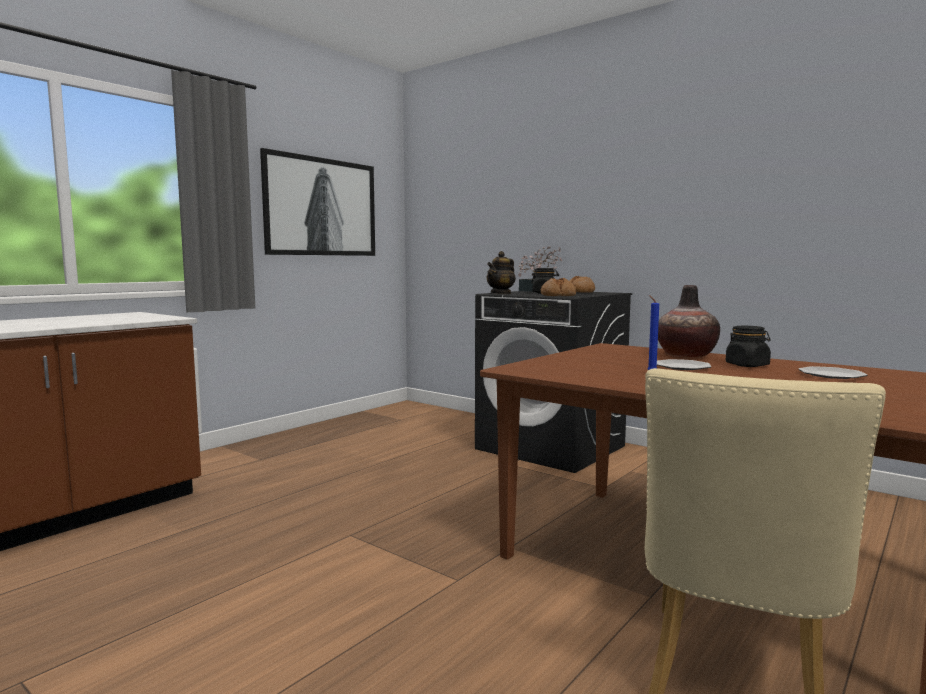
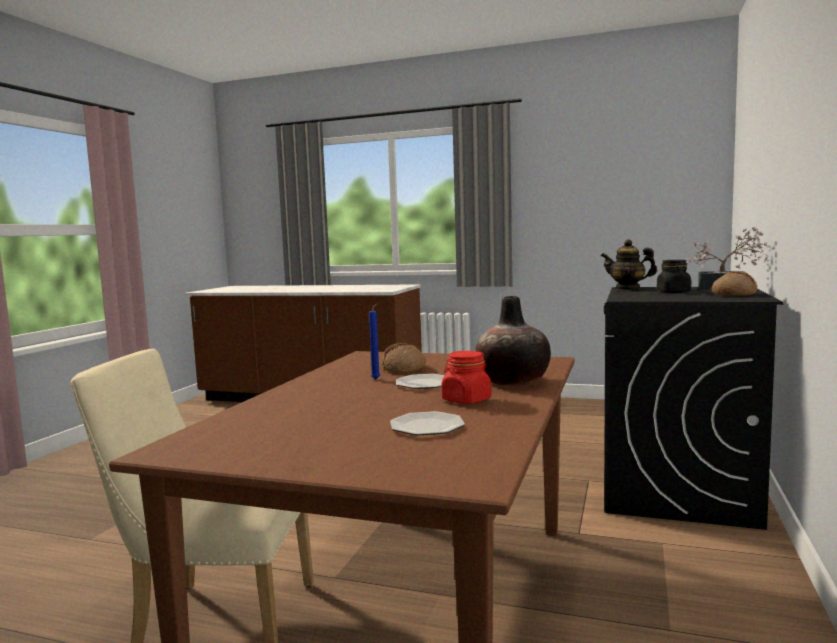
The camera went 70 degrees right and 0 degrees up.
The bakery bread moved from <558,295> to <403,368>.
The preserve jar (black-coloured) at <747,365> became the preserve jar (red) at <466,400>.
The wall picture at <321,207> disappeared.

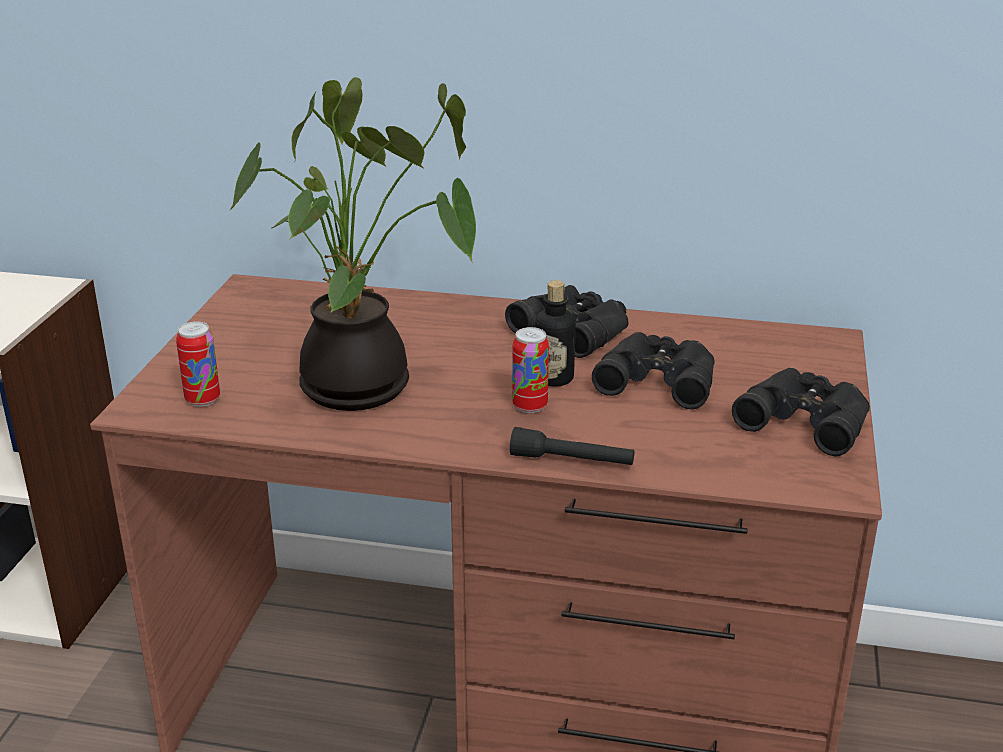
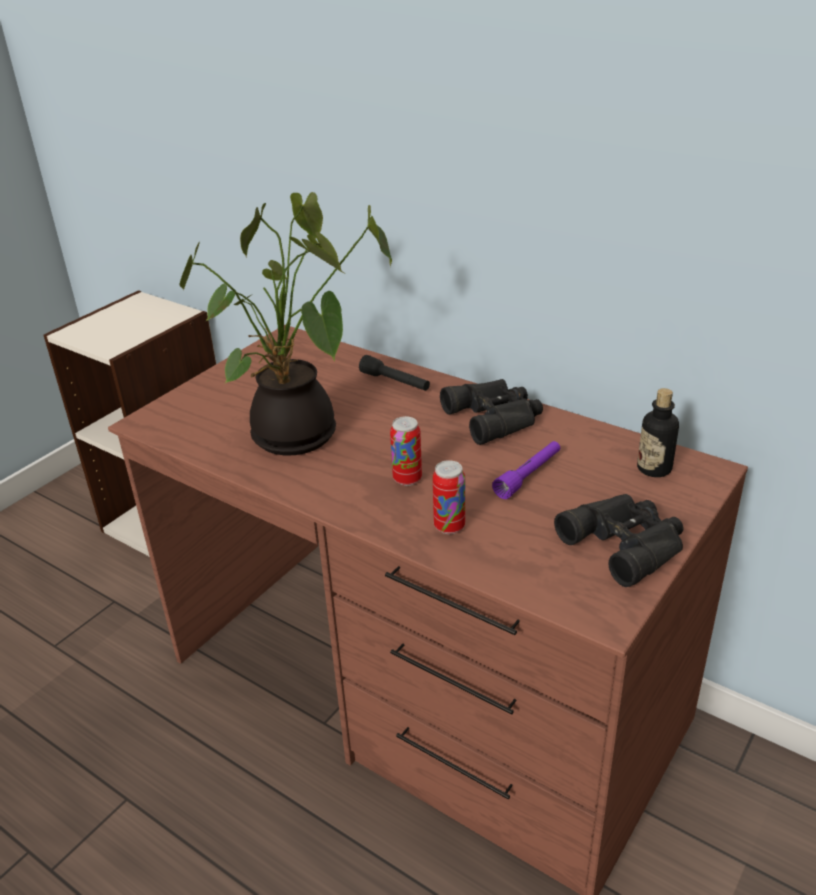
The camera went 25 degrees right and 5 degrees up.
The flashlight (black-coloured) moved from <572,461> to <395,382>.
The sealed can moved from <202,400> to <449,526>.
The pair of binoculars (black-coloured) at <658,378> was replaced by the flashlight (purple-coloured) at <528,476>.
The drink bottle moved from <553,378> to <654,468>.

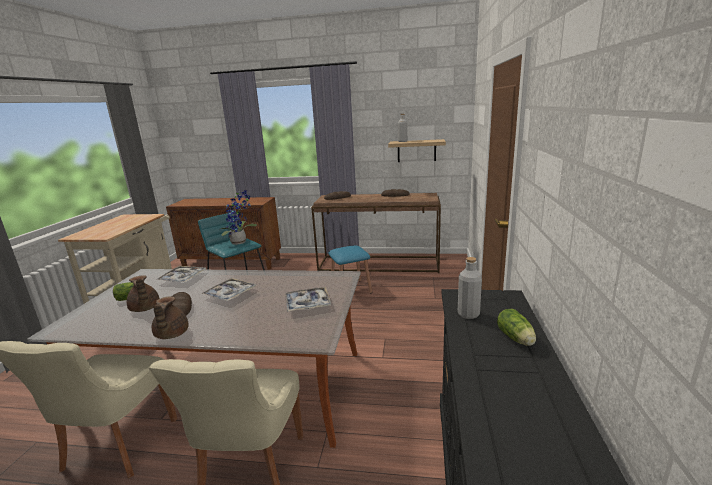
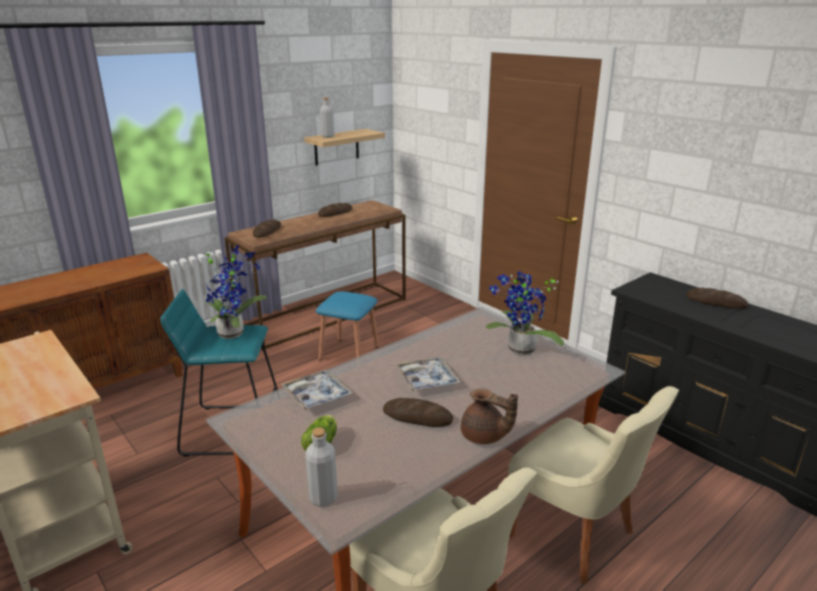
The camera went 50 degrees left and 5 degrees up.
The drink bottle (greyish) moved from <468,314> to <323,497>.
The serving tray at <307,304> was replaced by the potted plant at <519,351>.
The lettuce head at <516,339> was replaced by the bakery bread at <715,302>.
The tea pot (brown-coloured) at <144,308> disappeared.

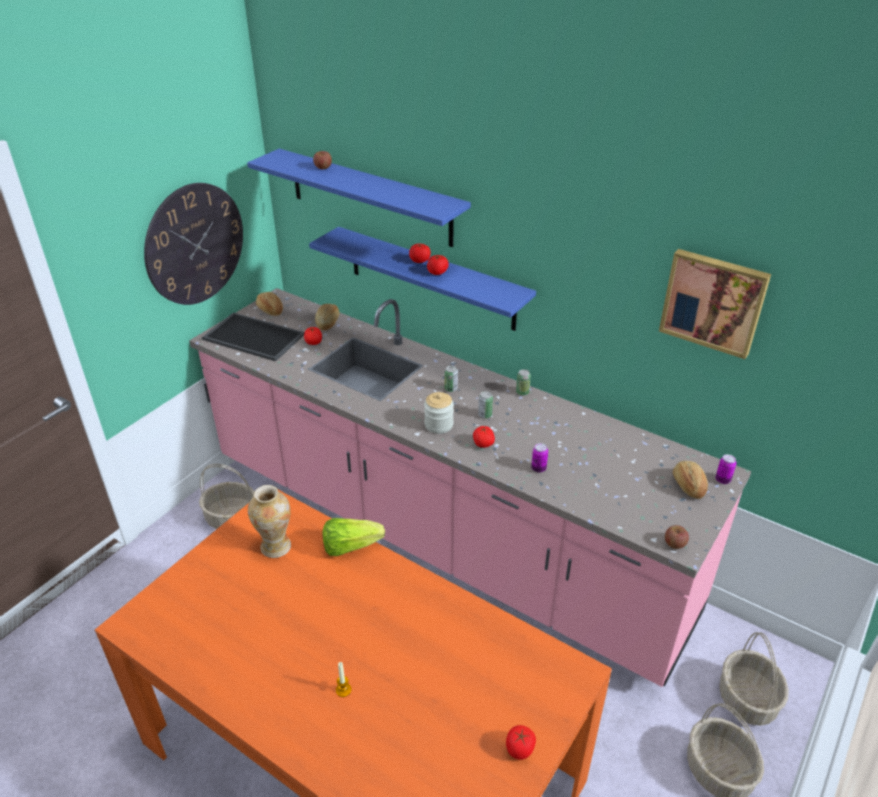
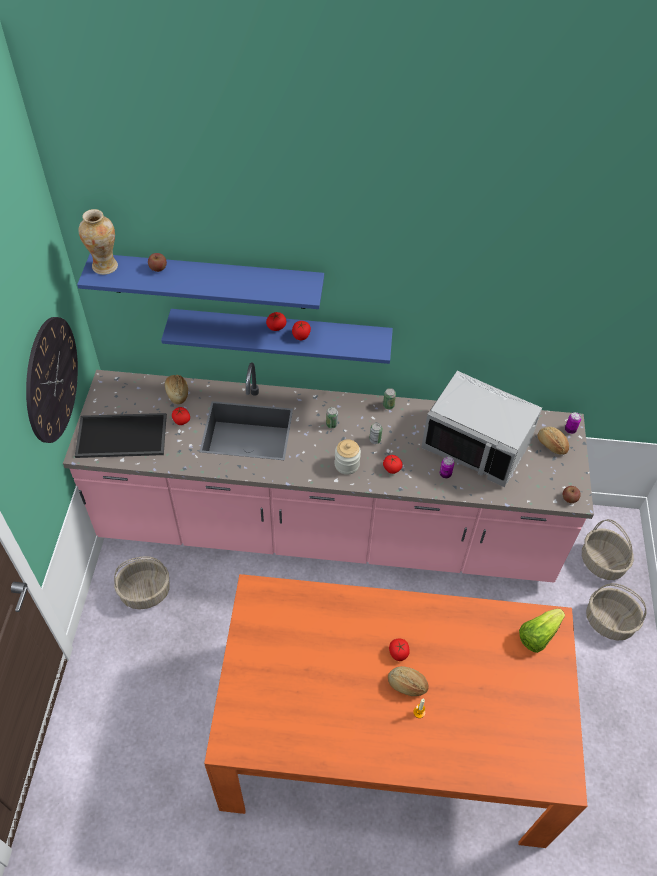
The camera went 30 degrees left and 15 degrees up.
The flower vase moved from <276,547> to <105,266>.
The bakery bread moved from <270,310> to <407,685>.
The whole tomato moved from <519,749> to <398,653>.
The microwave oven (greyish) at <476,445> appeared.
The lettuce head moved from <350,546> to <538,635>.
The wall picture at <713,301> disappeared.

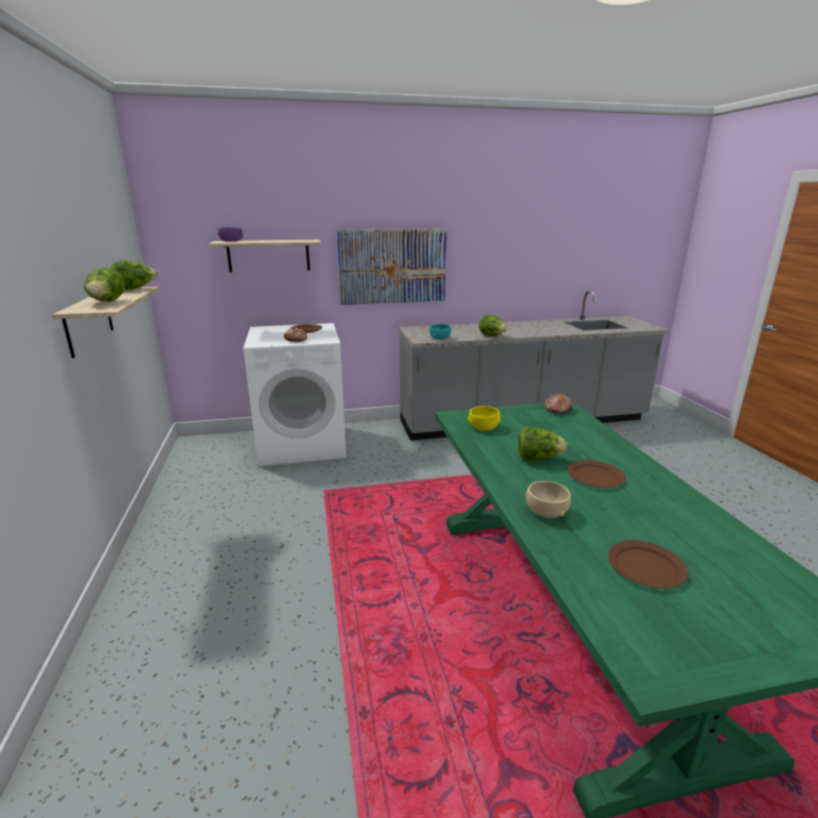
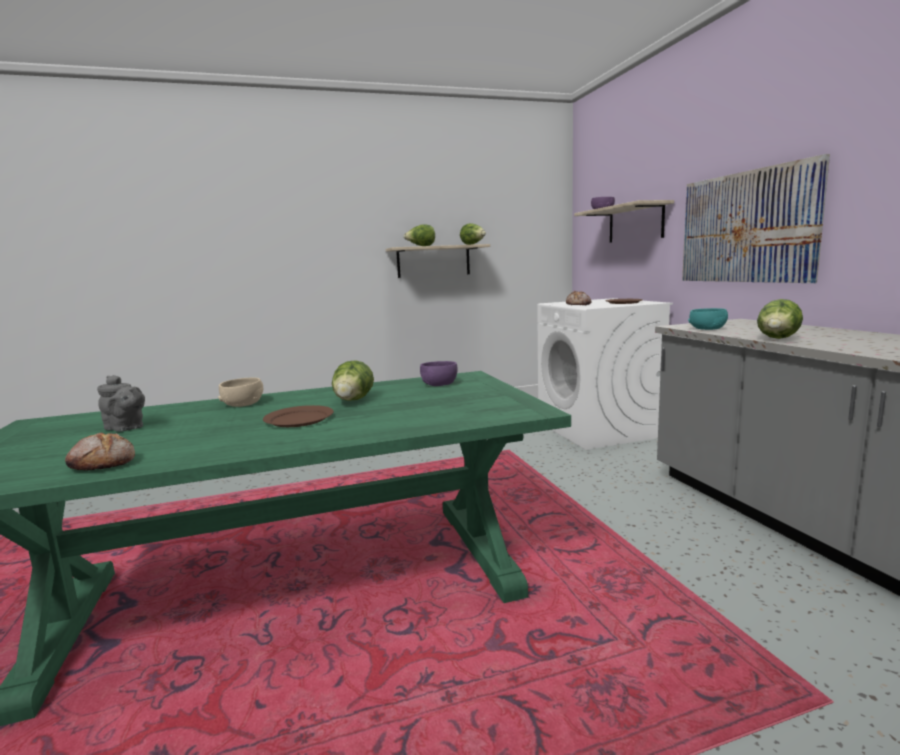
The camera went 85 degrees right and 10 degrees down.
The bakery bread moved from <557,409> to <103,463>.
The flat dish (brown-coloured) at <646,567> was replaced by the tea pot (greyish) at <126,428>.
The serving bowl (yellowish) at <484,427> became the serving bowl (purple-coloured) at <439,384>.

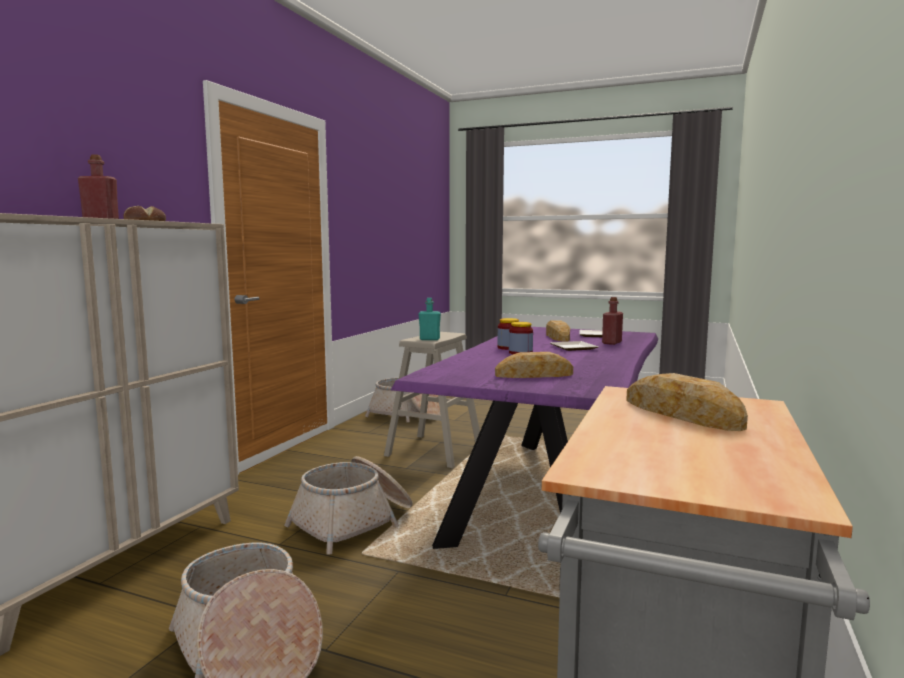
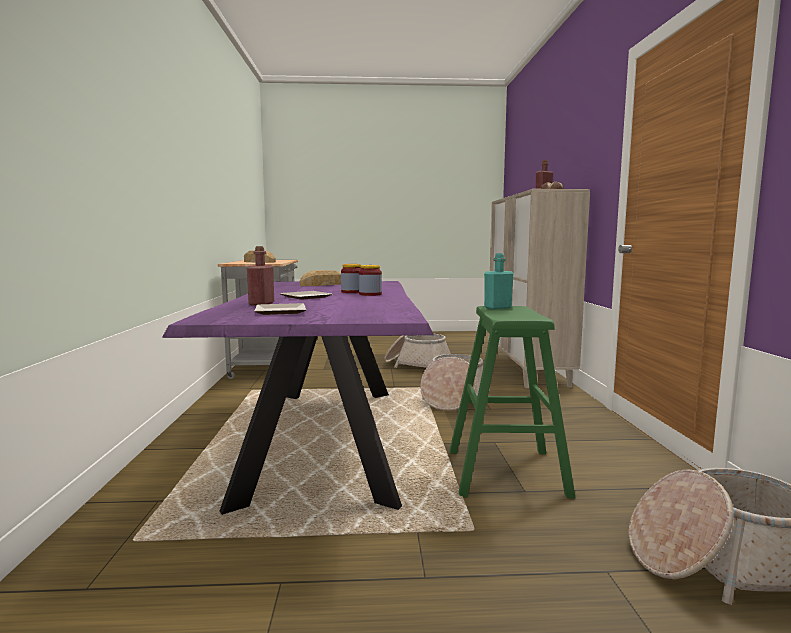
The camera went 155 degrees right and 0 degrees up.
The sitting stool (sand-coloured) at <434,450> became the sitting stool (green) at <506,472>.
The bakery bread at <558,337> disappeared.

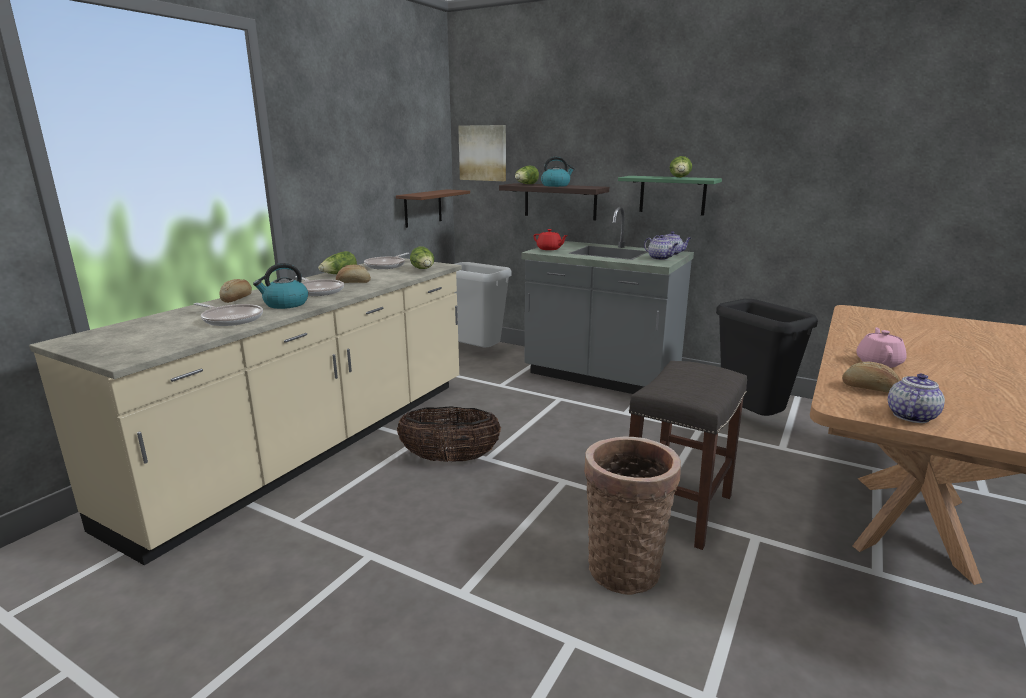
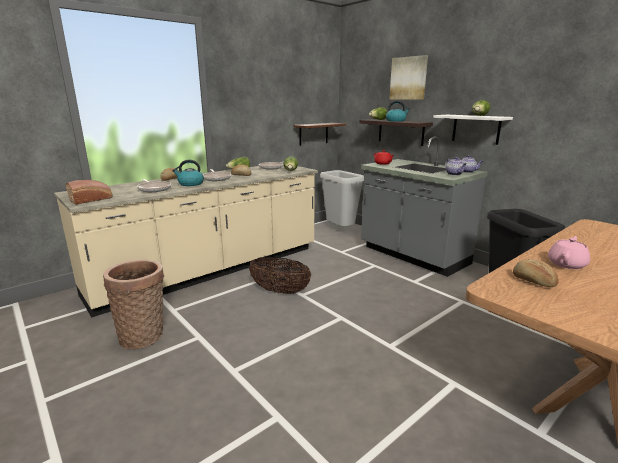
The camera went 20 degrees right and 0 degrees up.
The bakery bread at <92,199> appeared.
The basket moved from <624,566> to <144,335>.
The wall picture moved from <483,153> to <408,78>.
The wall shelf (green) at <672,195> became the wall shelf (white) at <476,129>.
The sitting stool (greyish) at <678,508> disappeared.
The tea pot at <910,416> disappeared.

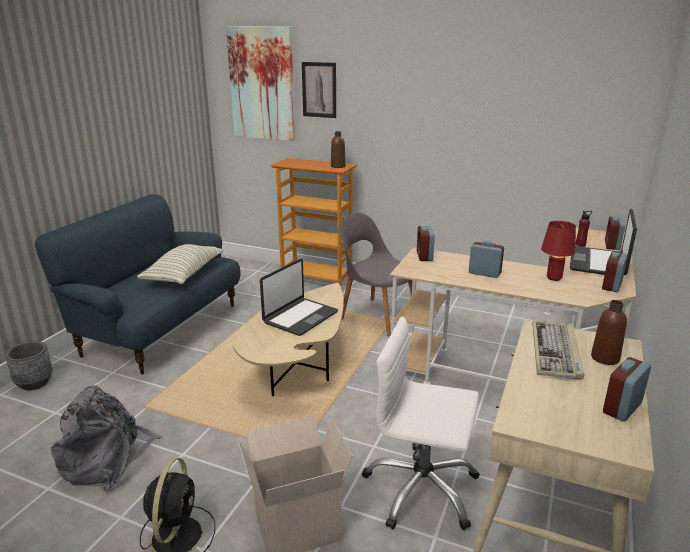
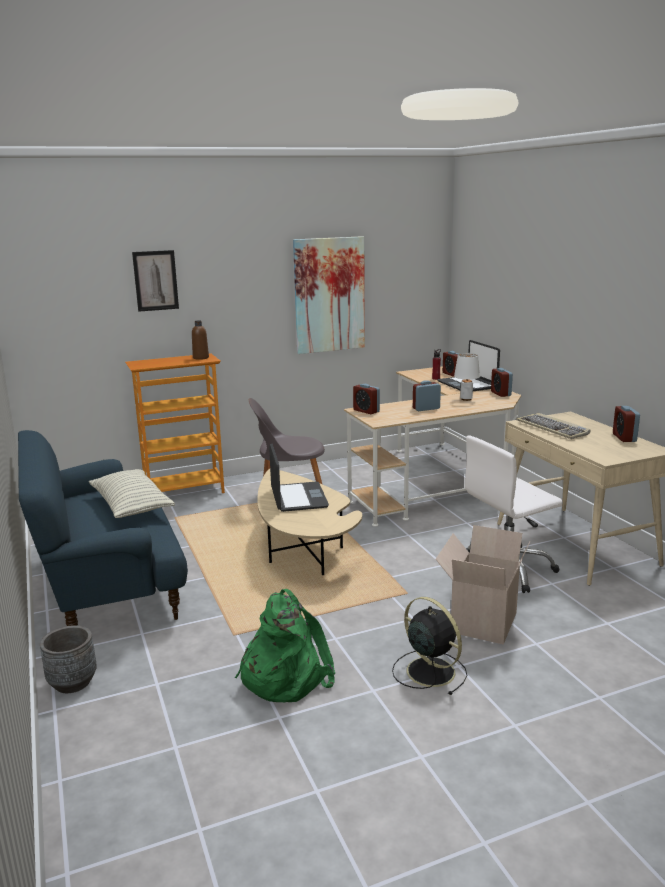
The camera went 45 degrees left and 5 degrees down.
The rucksack (greyish) at <107,459> became the rucksack (green) at <284,675>.
The wall picture moved from <262,84> to <329,295>.
The lamp for a table (red) at <554,278> became the lamp for a table (white) at <466,399>.
The drink bottle (brown-coloured) at <605,358> disappeared.

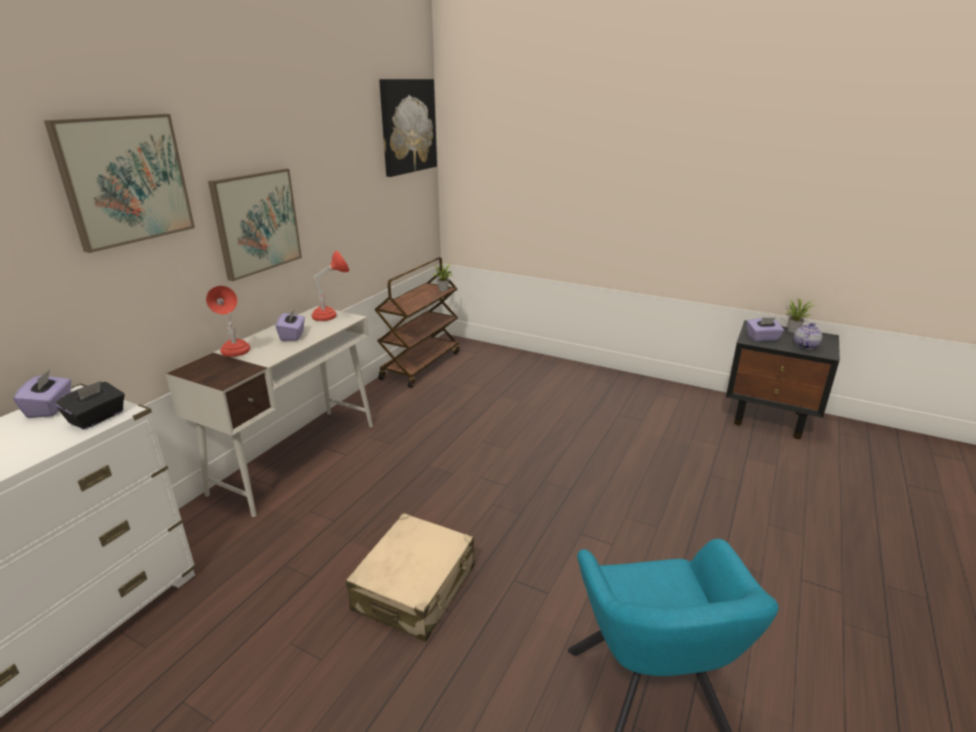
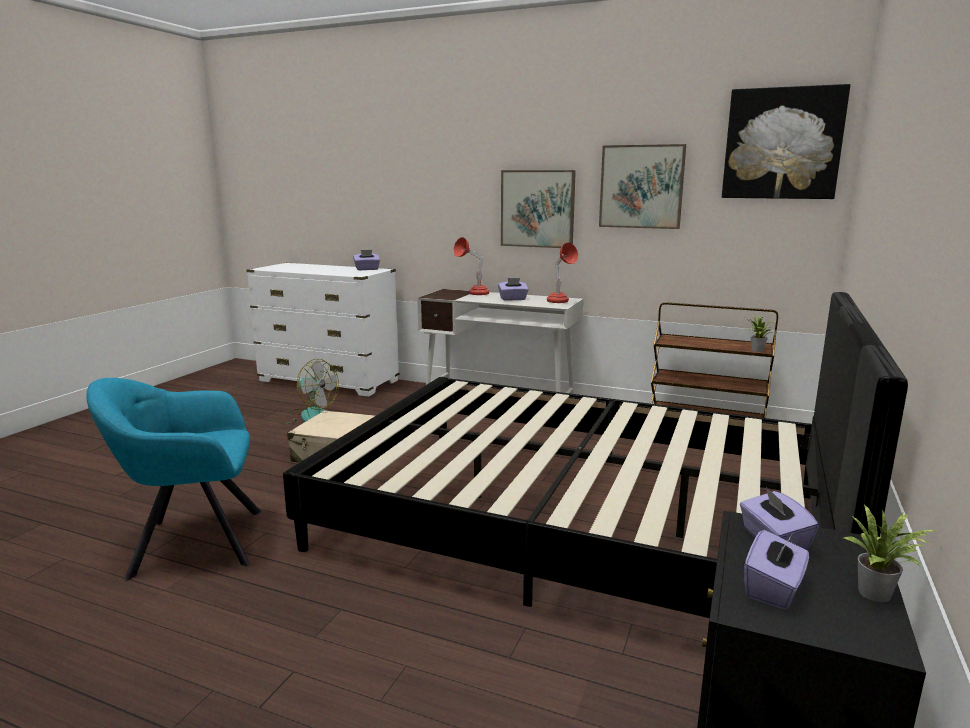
The camera went 85 degrees right and 10 degrees down.
The fan at <307,416> appeared.
The bed (black-coloured) at <576,522> appeared.
The wall picture moved from <125,180> to <641,187>.
The tea pot at <805,345> was replaced by the tissue holder (purple-coloured) at <773,589>.
The tissue holder (black-coloured) at <97,418> disappeared.

